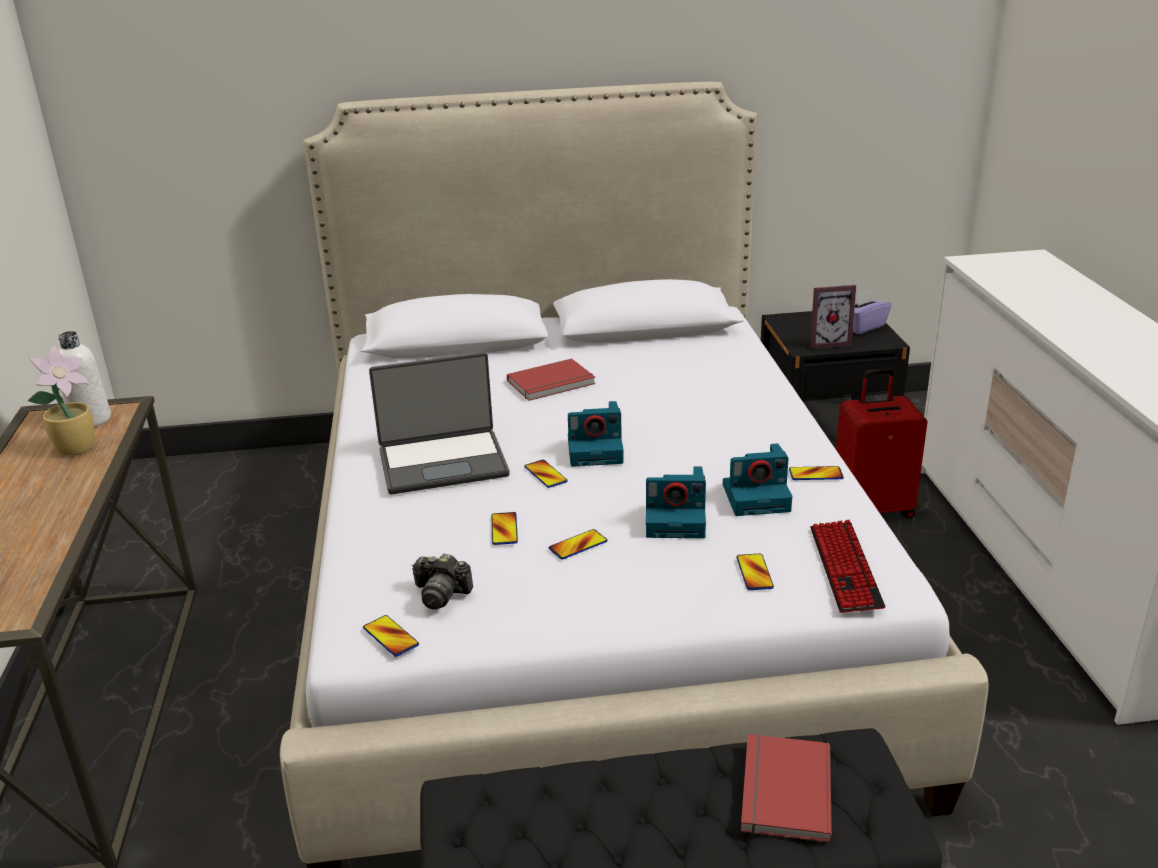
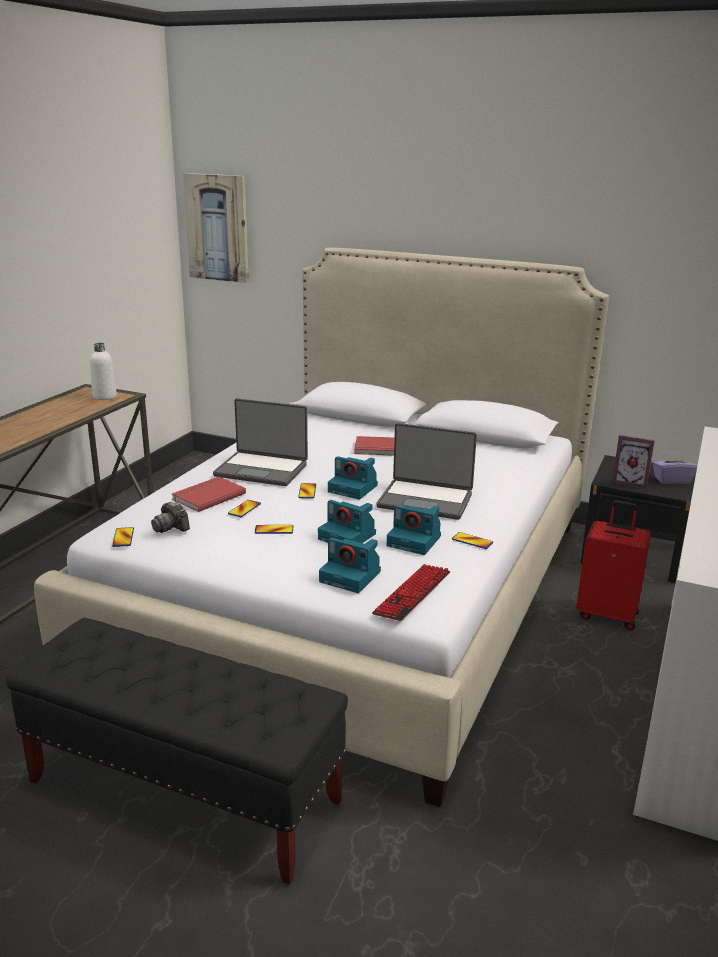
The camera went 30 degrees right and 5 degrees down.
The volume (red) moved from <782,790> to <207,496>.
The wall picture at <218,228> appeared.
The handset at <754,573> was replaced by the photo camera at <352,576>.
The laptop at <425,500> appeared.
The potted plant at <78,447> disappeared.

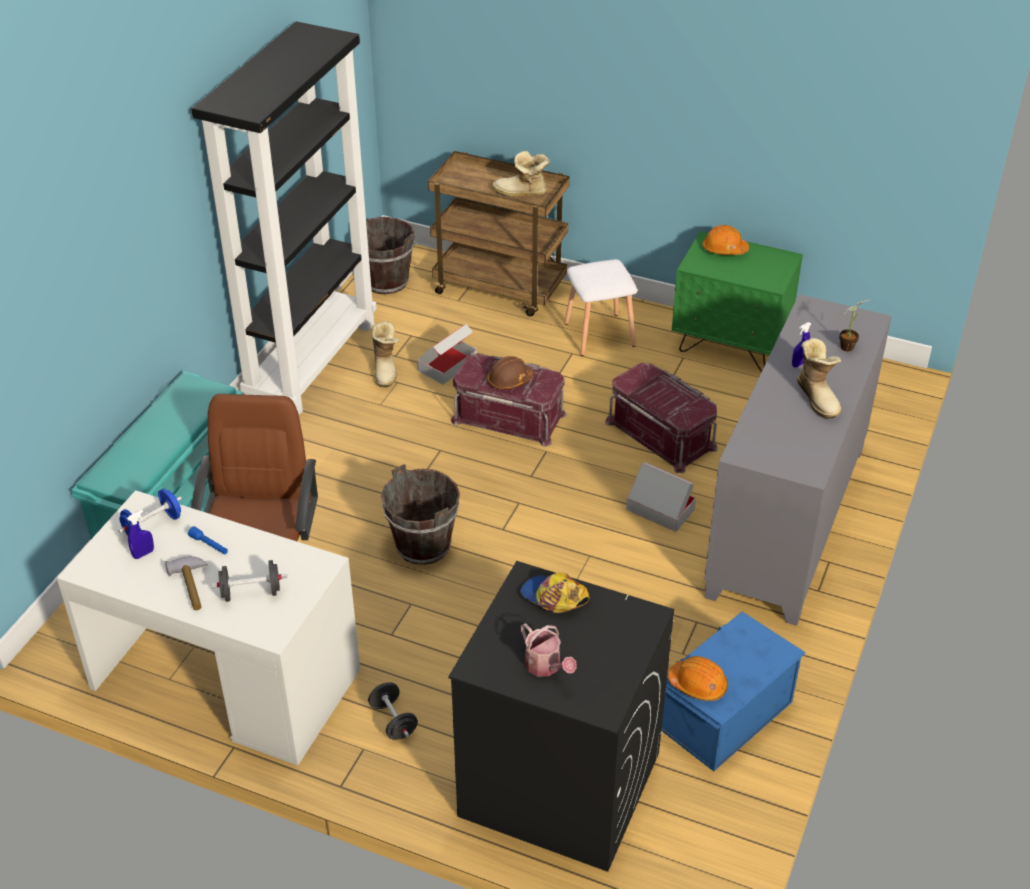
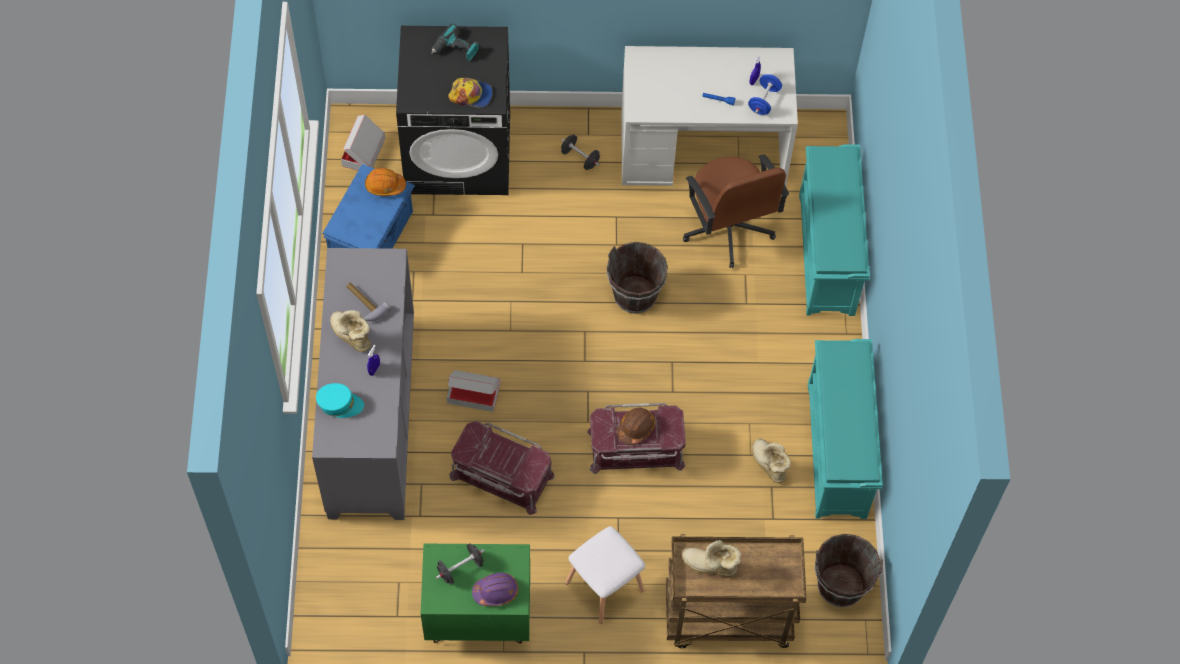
The camera went 155 degrees right and 20 degrees up.
The potted plant at <848,346> was replaced by the cap (turquoise) at <340,404>.
The packing box moved from <447,365> to <363,152>.
The hammer moved from <192,587> to <364,304>.
The watering can at <546,666> was replaced by the power drill at <455,49>.
The hand weight (black-coloured) moved from <251,592> to <460,568>.
The safety helmet (orange-coloured) at <724,249> became the safety helmet (purple-coloured) at <496,591>.
The tall boot at <521,193> turned 150 degrees counterclockwise.
The bookcase (black-coloured) at <311,362> was replaced by the shoe shelf (turquoise) at <838,451>.

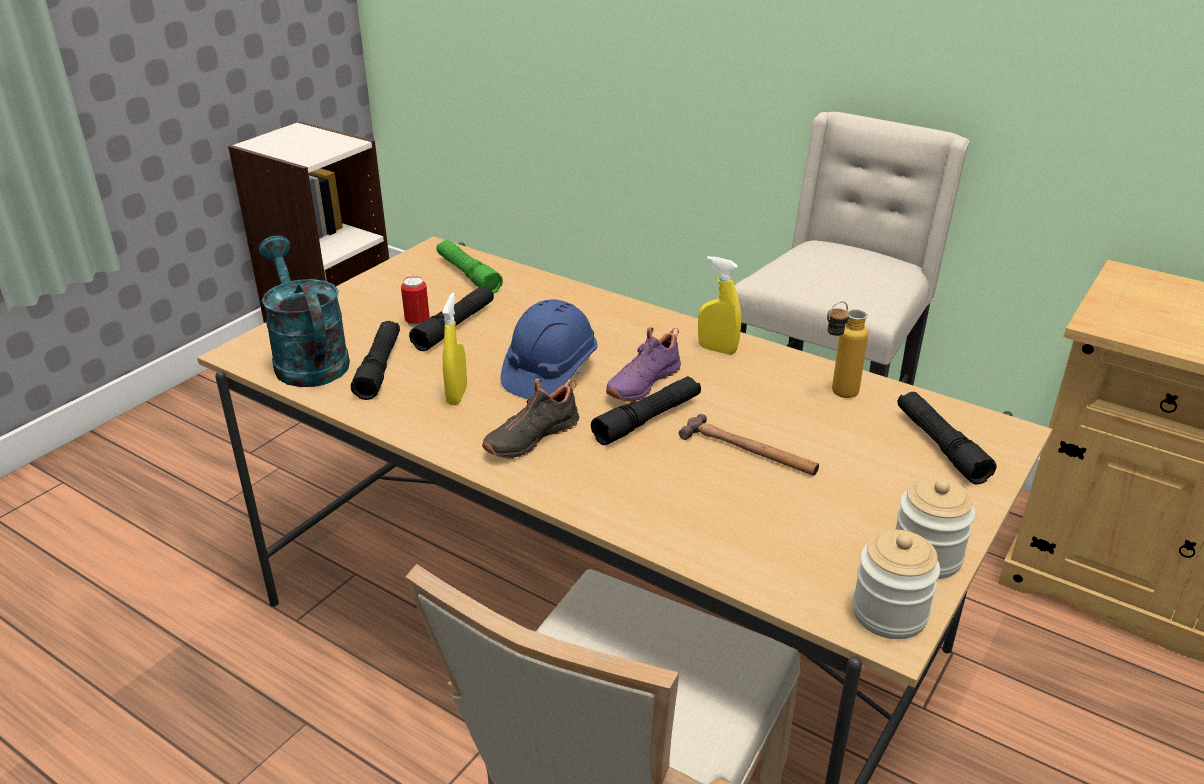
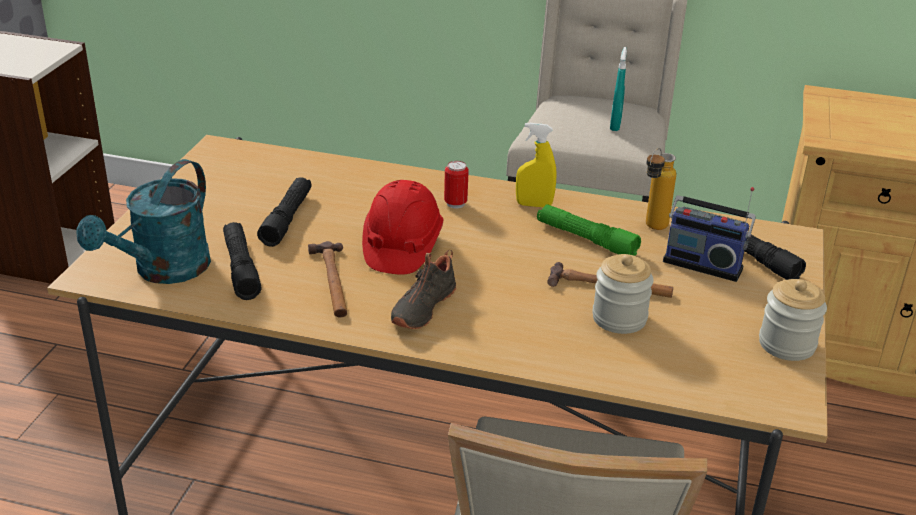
The camera went 20 degrees left and 0 degrees up.
The watering can (turquoise) at <307,359> turned 105 degrees counterclockwise.
The spray bottle (yellowish) at <457,395> was replaced by the hammer at <332,282>.
The safety helmet (bluish) at <549,372> became the safety helmet (red) at <401,247>.
The sealed can moved from <417,322> to <455,203>.
The flashlight (green) moved from <468,275> to <586,239>.
The preserve jar moved from <889,613> to <619,318>.
The spray bottle (turquoise) at <615,125> appeared.
The radio at <703,263> appeared.
The flashlight (black-coloured) at <648,419> disappeared.
The low shoe (purple-coloured) at <641,382> disappeared.

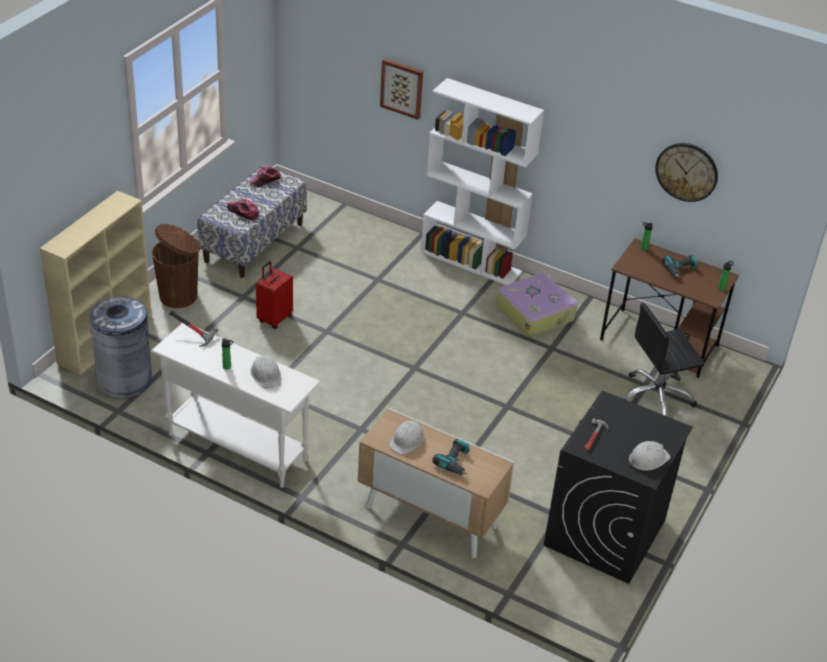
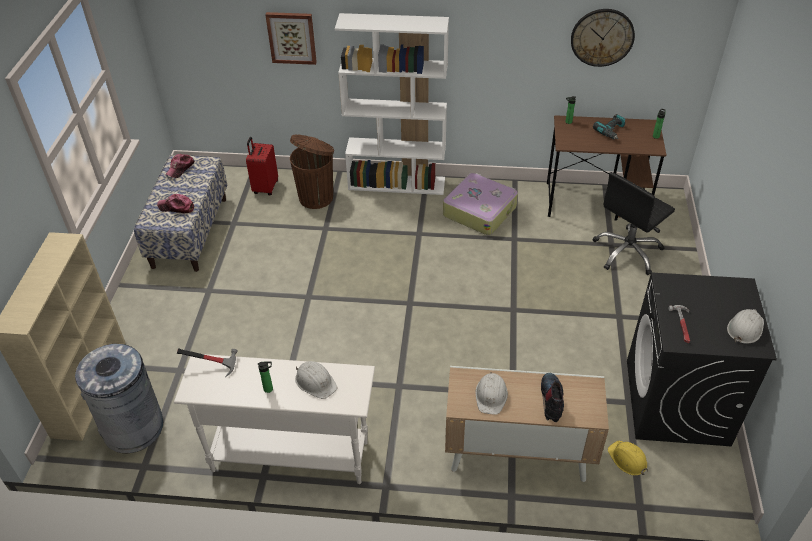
The camera went 20 degrees left and 5 degrees up.
The travel case (red) moved from <274,318> to <265,187>.
The trash can (brown-coloured) moved from <179,296> to <317,197>.
The power drill at <455,462> was replaced by the tall boot at <552,400>.
The safety helmet (yellowish) at <627,459> appeared.

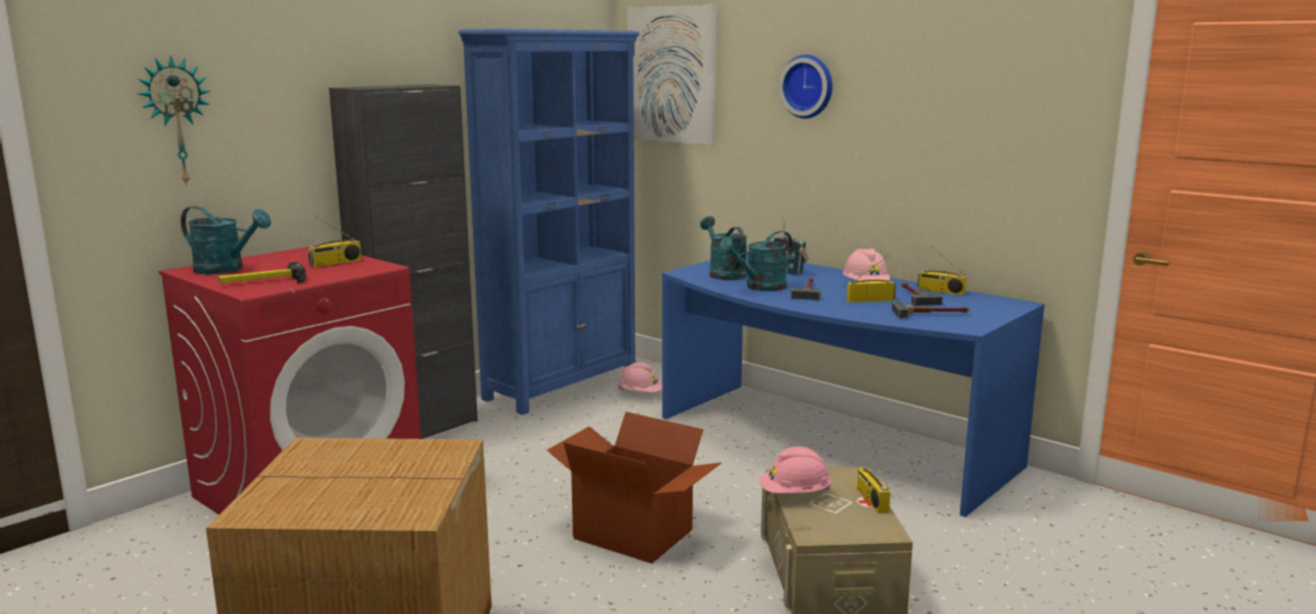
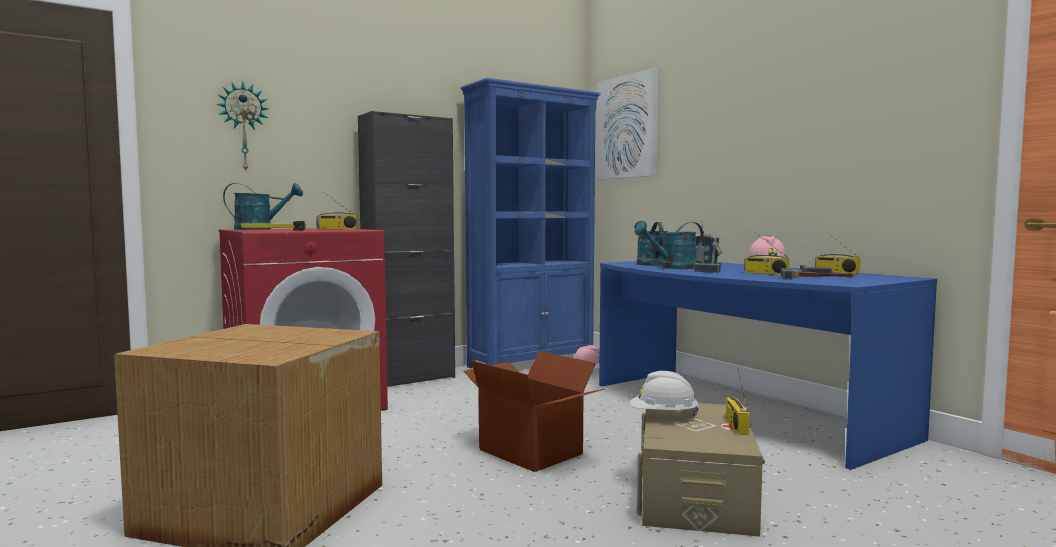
The camera went 15 degrees right and 10 degrees down.
The watering can (turquoise) at <226,270> turned 45 degrees counterclockwise.
The safety helmet (pink-coloured) at <795,495> became the safety helmet (white) at <663,416>.
The radio at <870,300> turned 150 degrees counterclockwise.
The hanging clock at <808,86> disappeared.

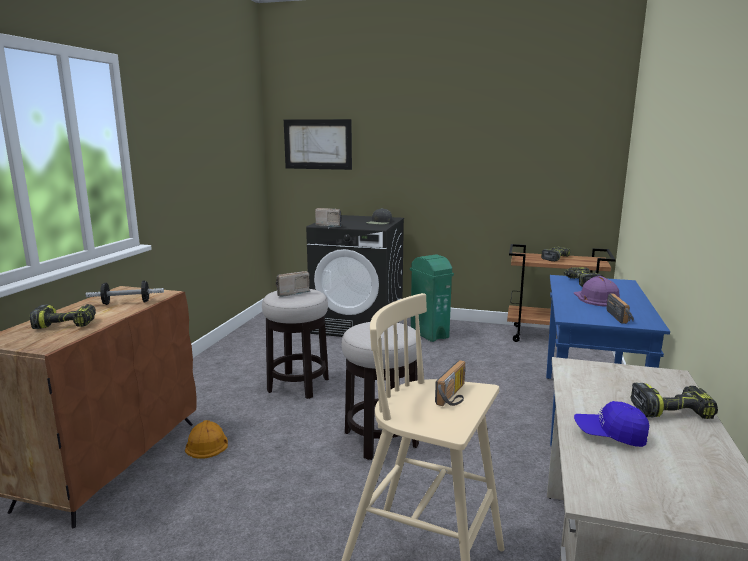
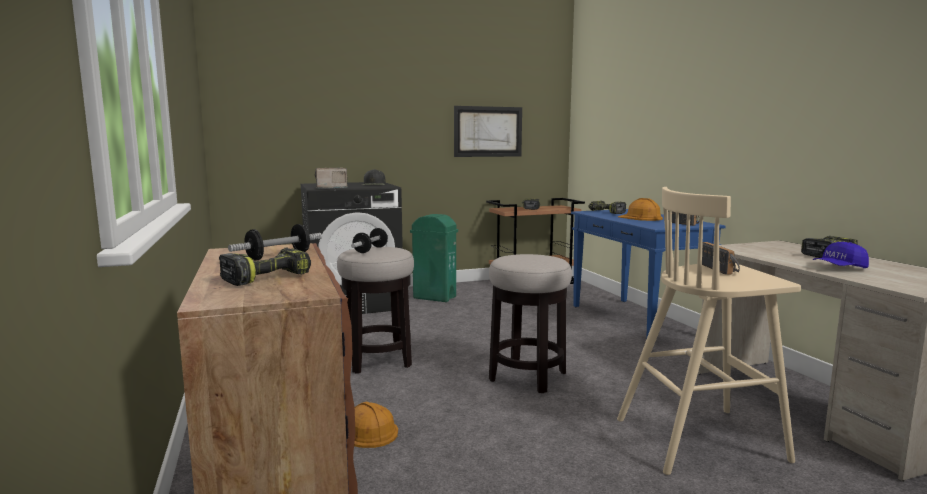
The camera went 35 degrees left and 5 degrees down.
The radio at <290,293> was replaced by the hand weight at <370,250>.
The wall picture moved from <317,144> to <488,131>.
The safety helmet (purple-coloured) at <596,298> became the safety helmet (orange-coloured) at <640,218>.

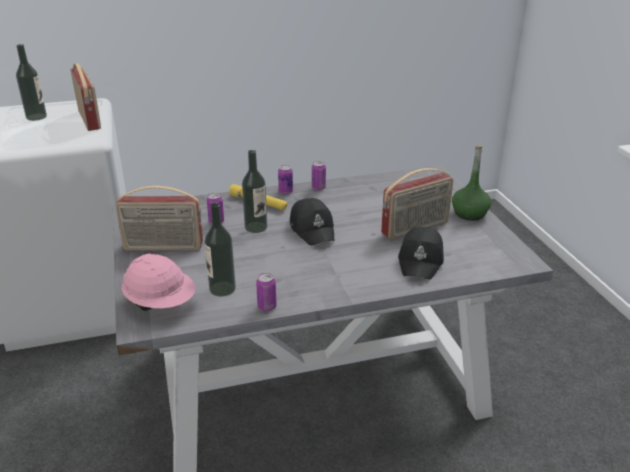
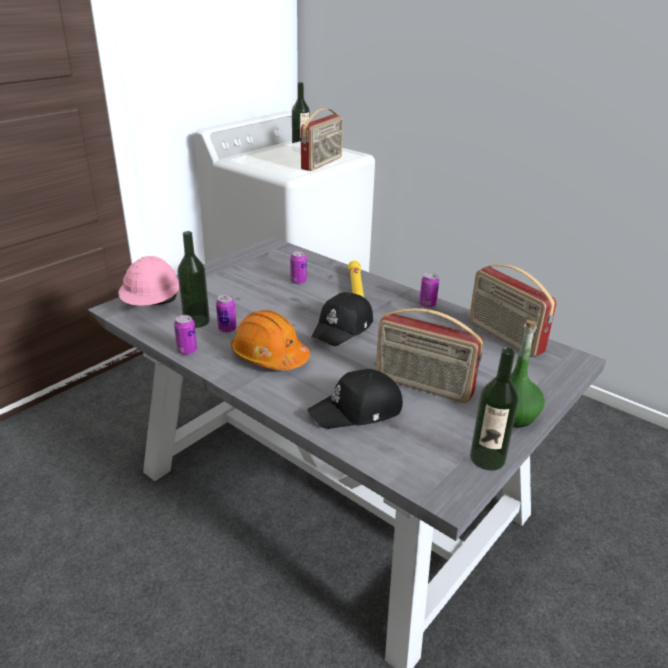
The camera went 55 degrees right and 0 degrees up.
The sealed can moved from <285,192> to <227,329>.
The safety helmet (orange-coloured) at <269,356> appeared.
The radio moved from <163,247> to <504,337>.
The drink bottle moved from <256,227> to <487,458>.

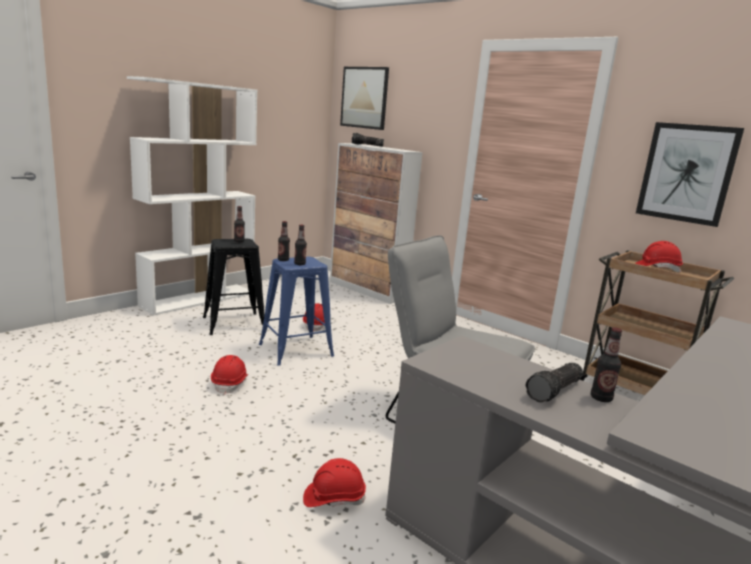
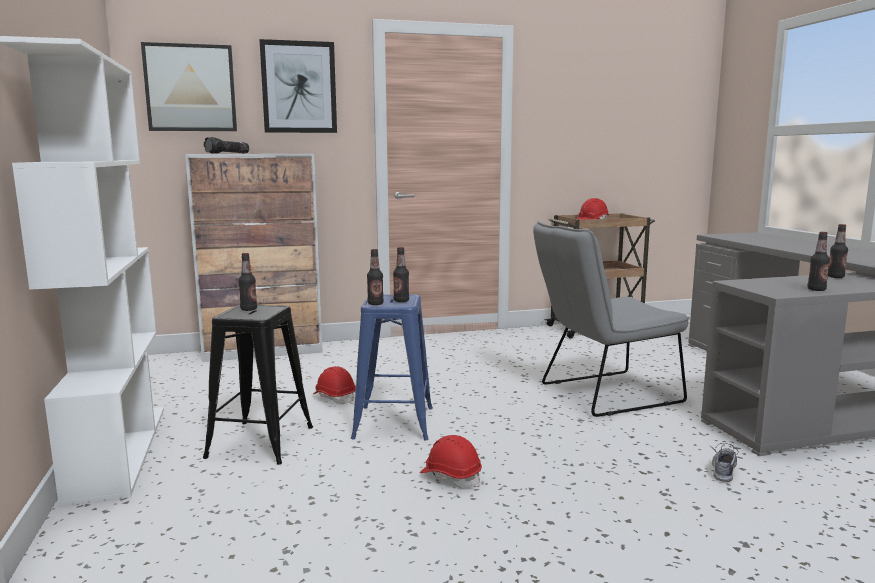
The camera went 55 degrees left and 5 degrees down.
The wall picture moved from <687,173> to <299,87>.
The safety helmet (red) at <334,498> was replaced by the low shoe at <724,470>.
The drink bottle at <816,289> appeared.
The flashlight at <555,391> disappeared.

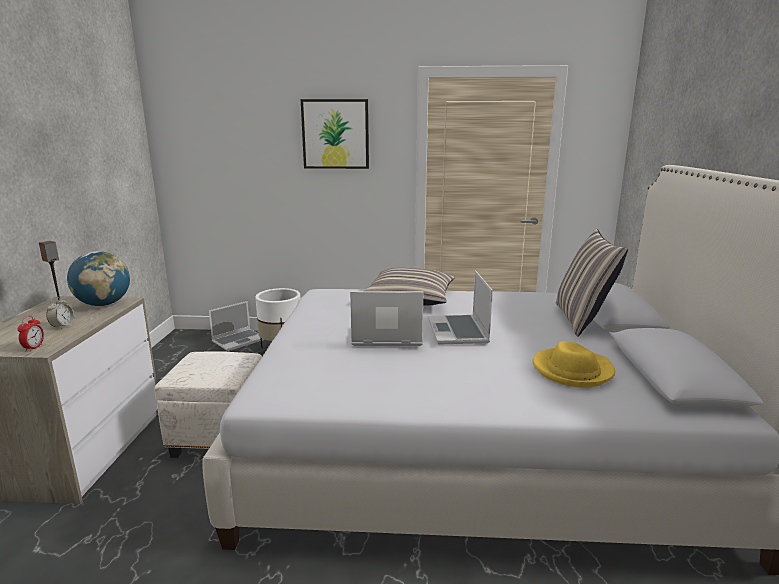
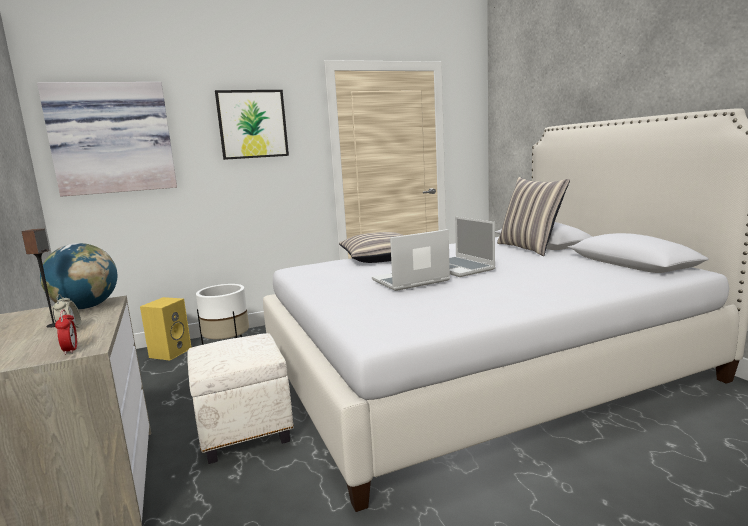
The camera went 25 degrees left and 5 degrees down.
The wall picture at <112,138> appeared.
The laptop at <239,340> was replaced by the audio speaker (yellowish) at <170,352>.
The hat (yellowish) at <572,370> disappeared.

